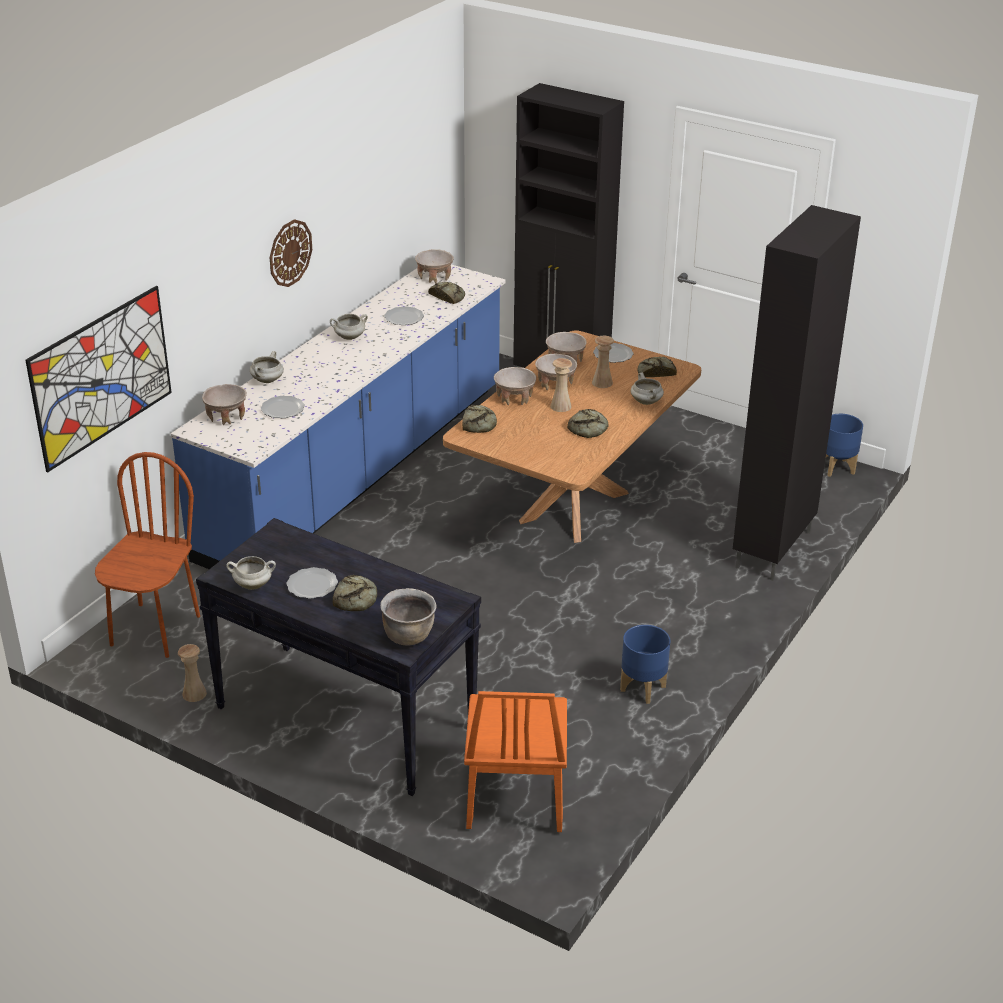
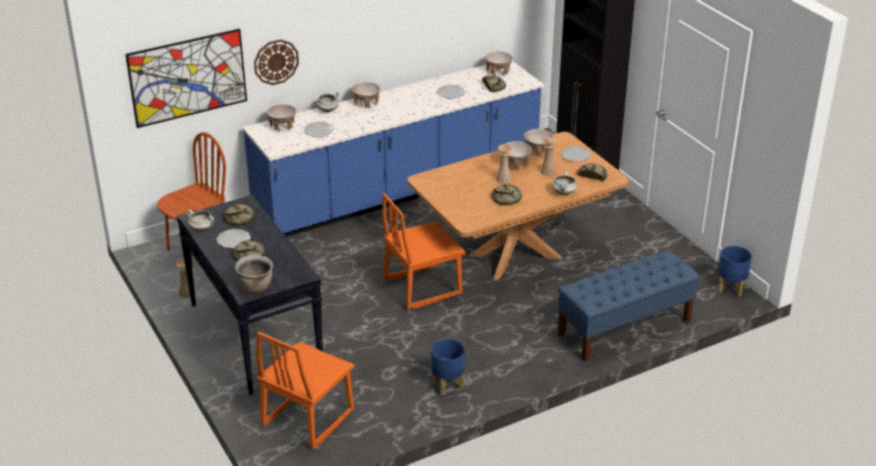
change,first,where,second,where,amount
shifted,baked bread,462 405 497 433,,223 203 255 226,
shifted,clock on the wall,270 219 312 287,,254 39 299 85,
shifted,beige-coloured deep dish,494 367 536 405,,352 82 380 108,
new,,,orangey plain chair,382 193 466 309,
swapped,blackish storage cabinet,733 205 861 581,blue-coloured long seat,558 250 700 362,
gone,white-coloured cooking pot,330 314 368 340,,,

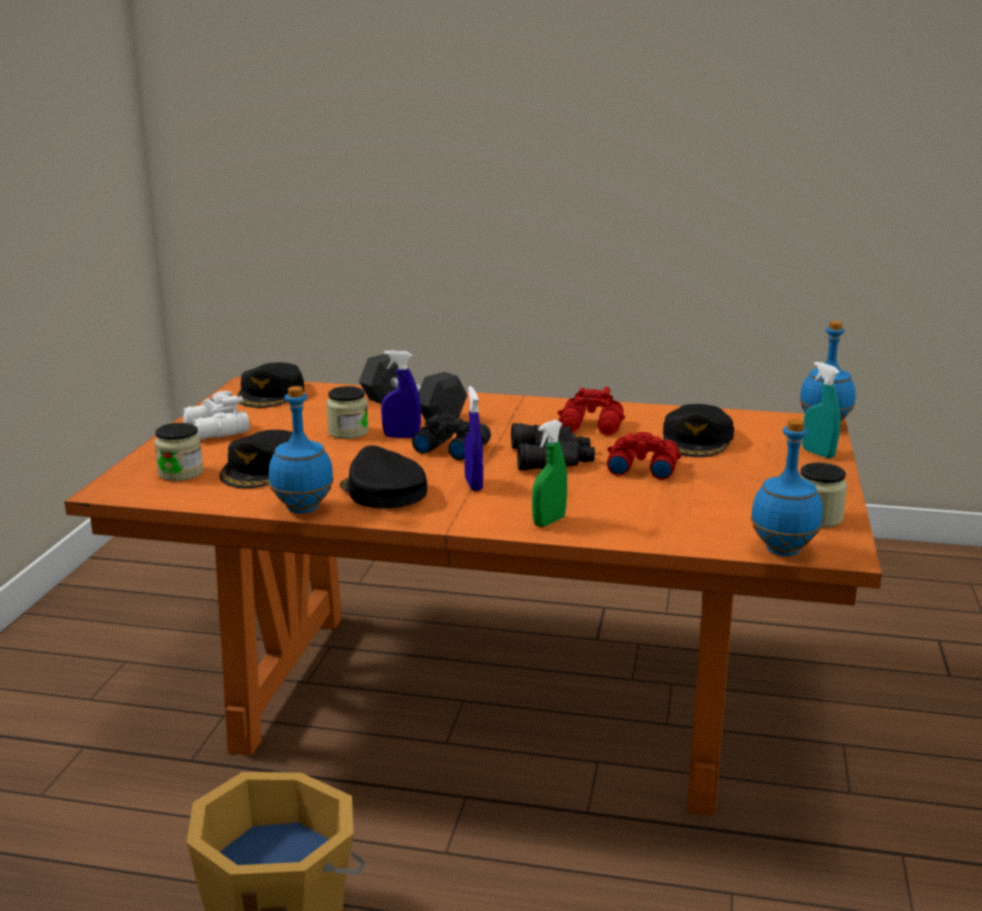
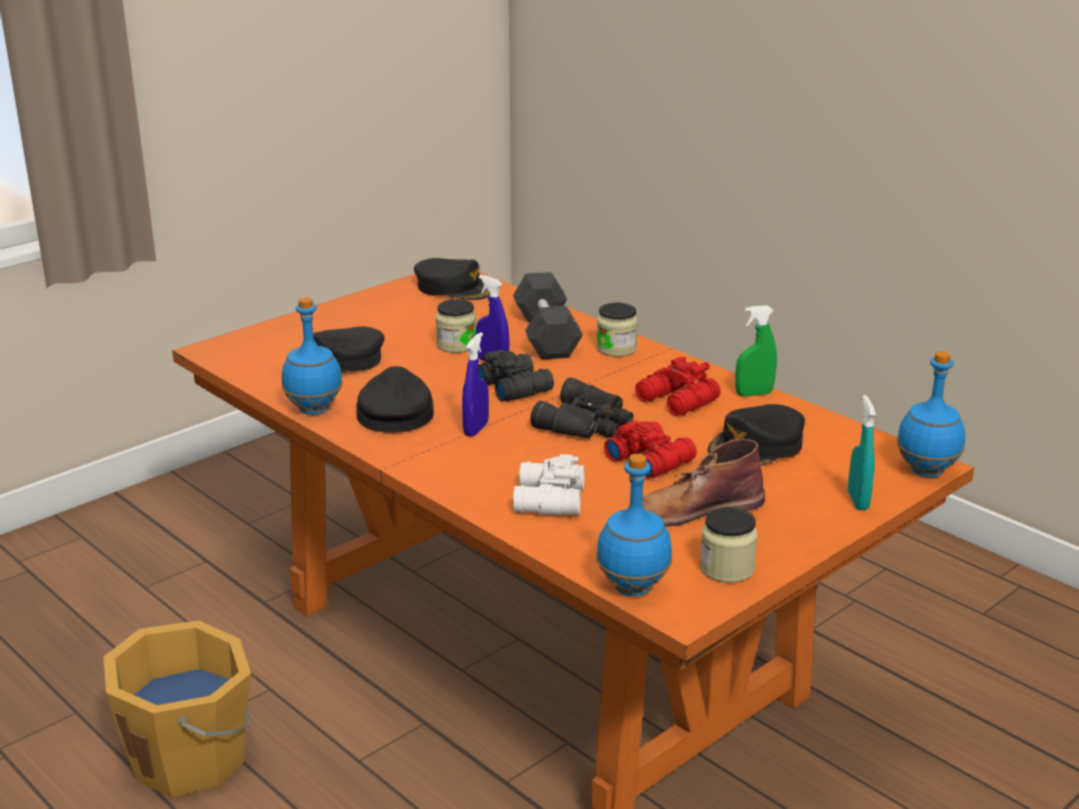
change,first,where,second,where,amount
rotated,blackish baseball cap,237 363 304 408,,414 258 490 300,105 degrees counterclockwise
shifted,white-coloured binoculars,182 391 250 440,,513 454 585 516,
shifted,preserve jar,154 423 203 481,,596 303 638 357,
new,,,brown tall boot,642 438 765 526,
shifted,green sprayer,532 420 567 527,,735 305 777 396,

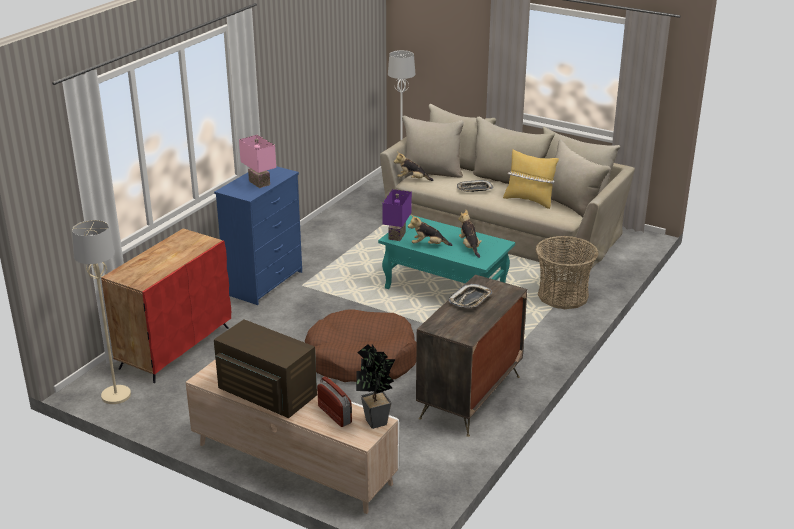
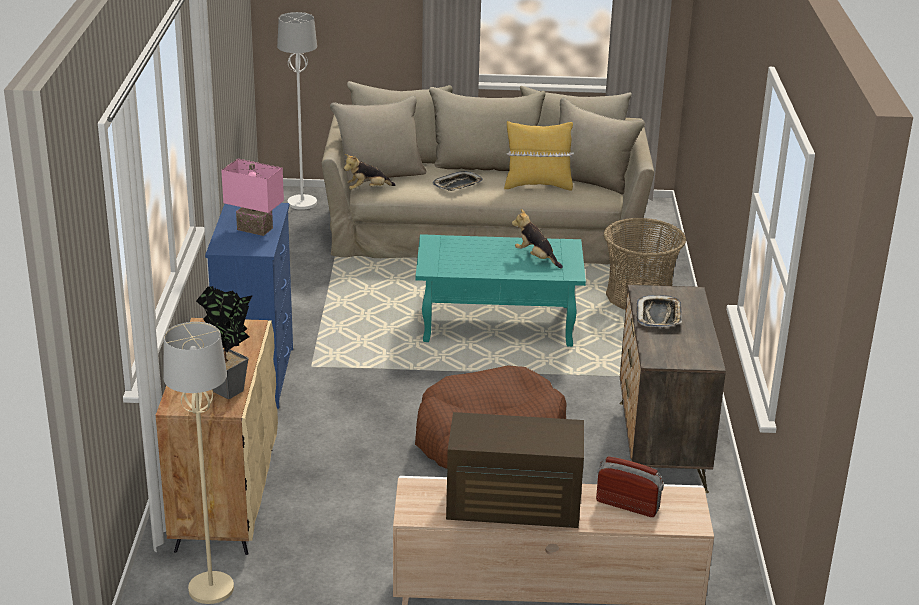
change,first,where,second,where,amount
repainted,reddish storage cabinet,101 229 231 383,beige-coloured storage cabinet,156 318 278 555,
shifted,houseplant,356 344 395 429,,196 286 253 399,
gone,purple-coloured lamp for a table,382 189 412 241,,,
gone,soft toy,408 215 453 246,,,

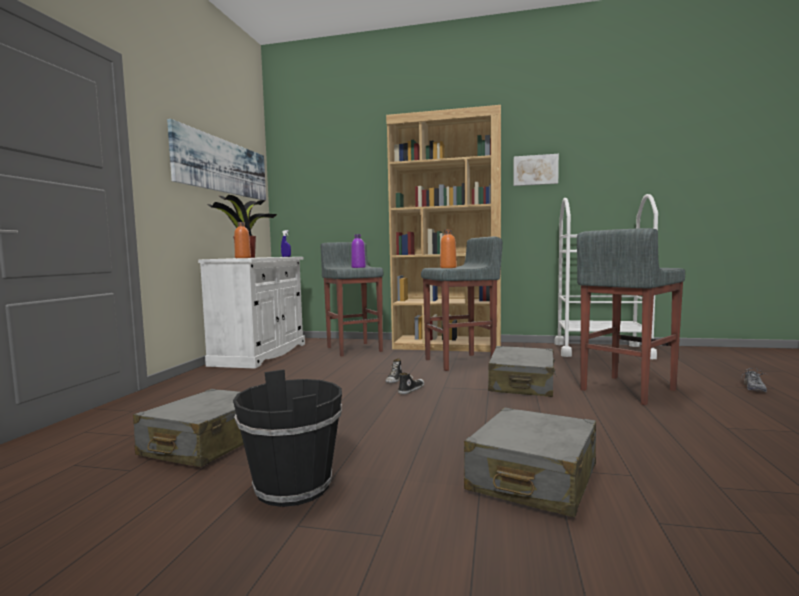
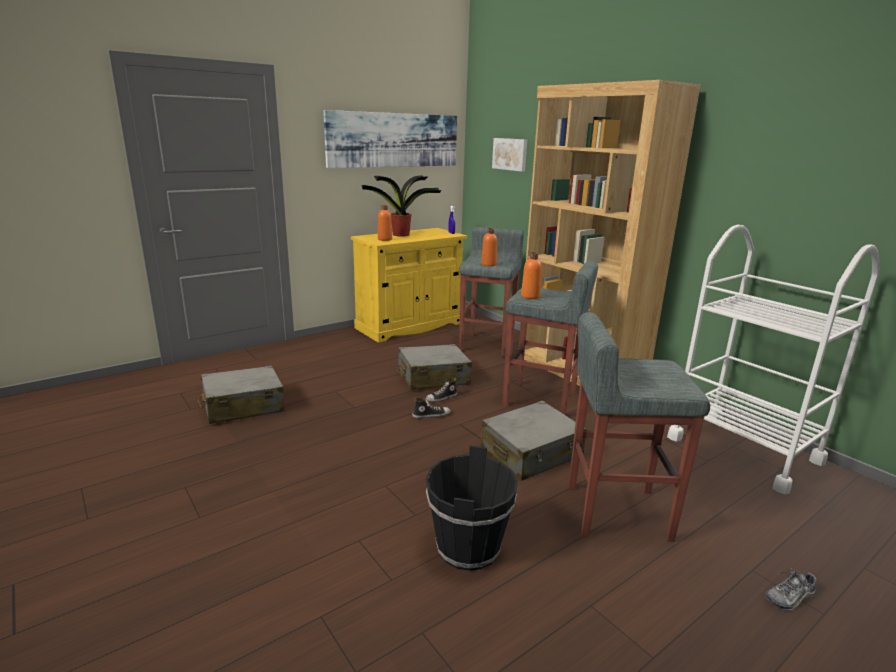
change,first,where,second,where,amount
repainted,white-coloured storage cabinet,198 257 305 369,yellow storage cabinet,351 228 467 343,
shifted,greyish suitcase,464 407 596 517,,397 344 472 390,
shifted,blackish pail,233 369 342 507,,426 445 518 571,
repainted,purple-coloured bottle,351 234 366 268,orangey bottle,481 228 497 266,
shifted,picture,514 154 559 186,,492 138 527 172,

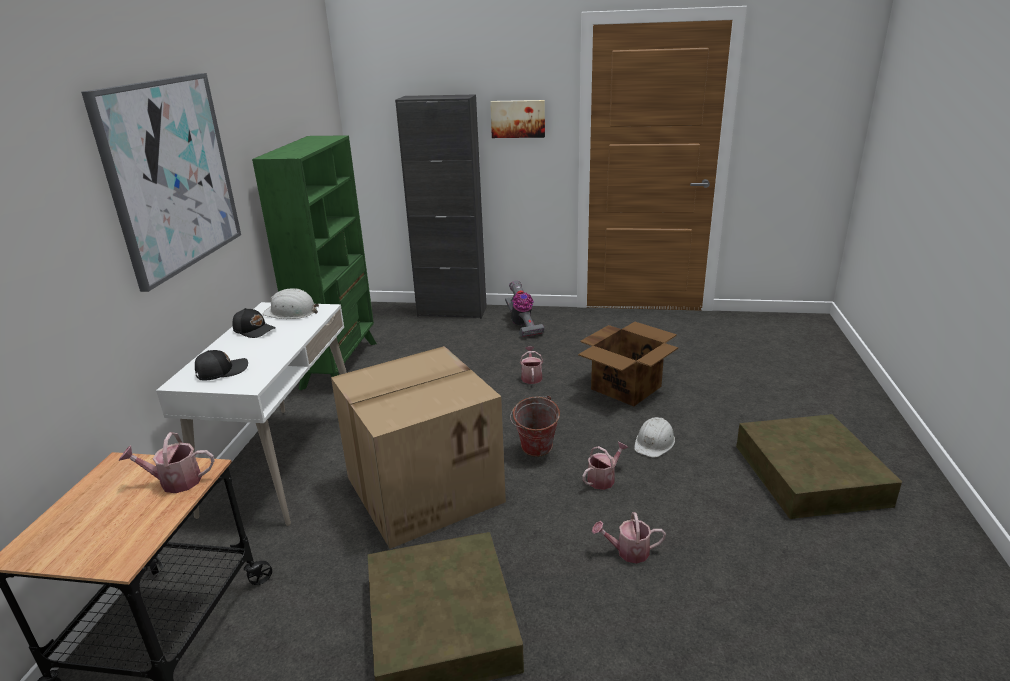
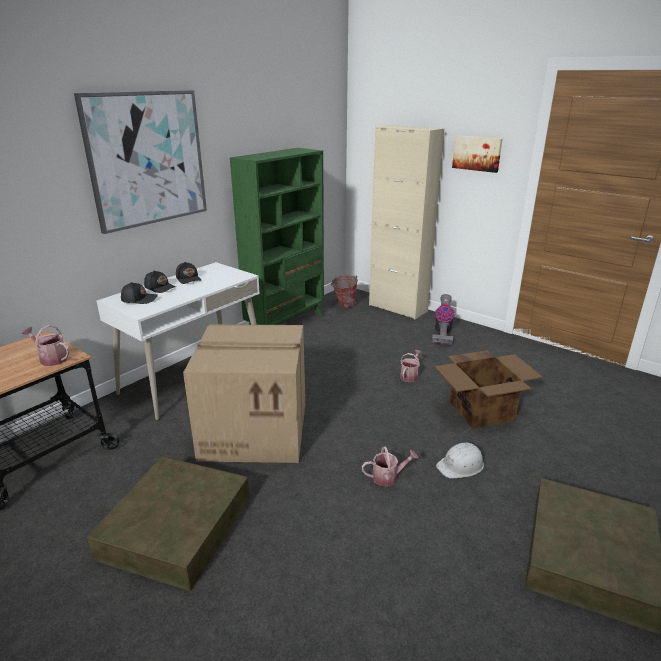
change,first,where,second,where,amount
new,,,blackish baseball cap,144 270 176 293,
shifted,pail,510 396 560 457,,331 275 358 308,
repainted,blackish storage cabinet,395 94 487 319,beige-coloured storage cabinet,369 125 444 319,
gone,white-coloured work helmet,263 288 319 319,,,
gone,sprinkling can,592 512 666 564,,,

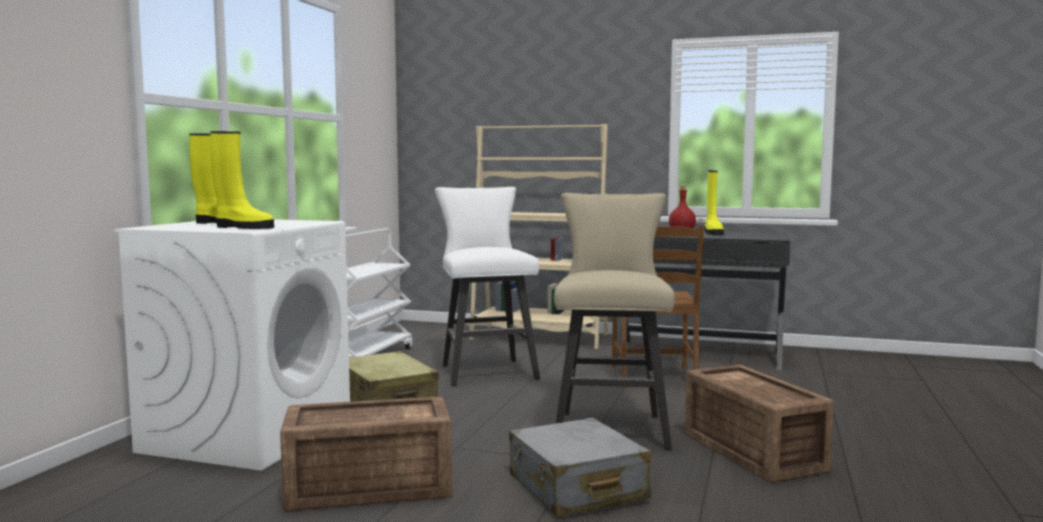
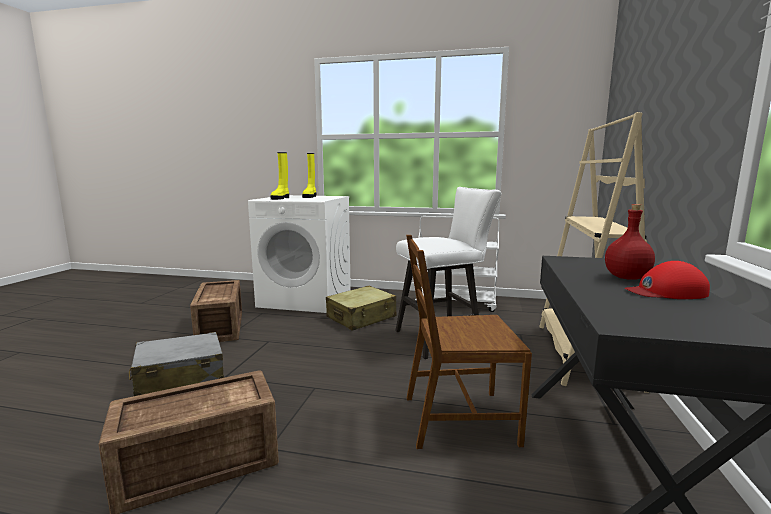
change,first,where,second,where,amount
swapped,yellow tall boot,705 170 724 235,reddish baseball cap,625 261 710 299,
gone,beige-coloured sitting stool,554 193 675 450,,,

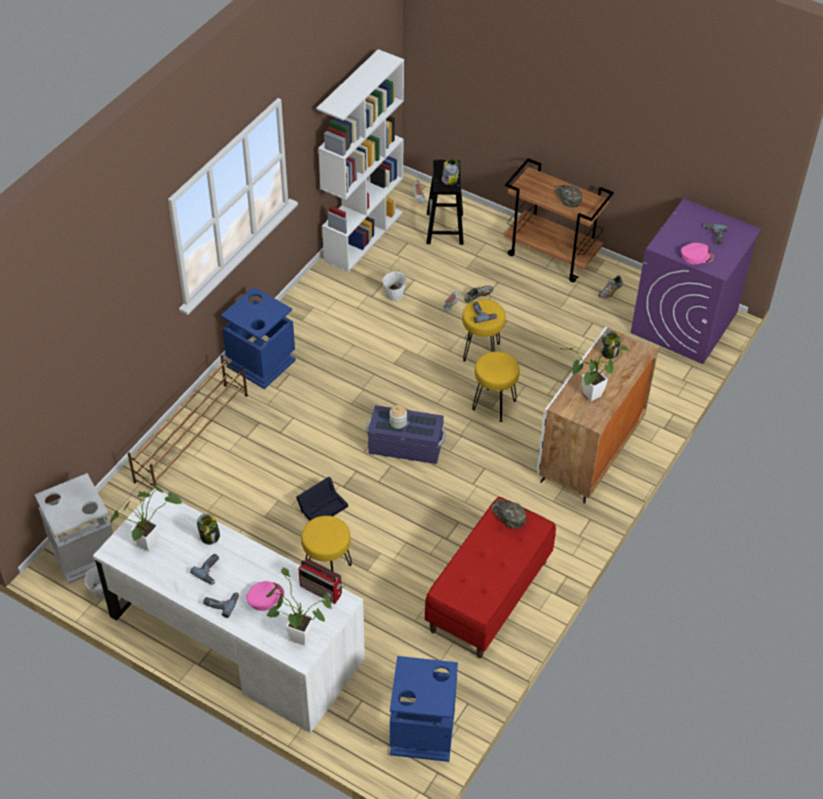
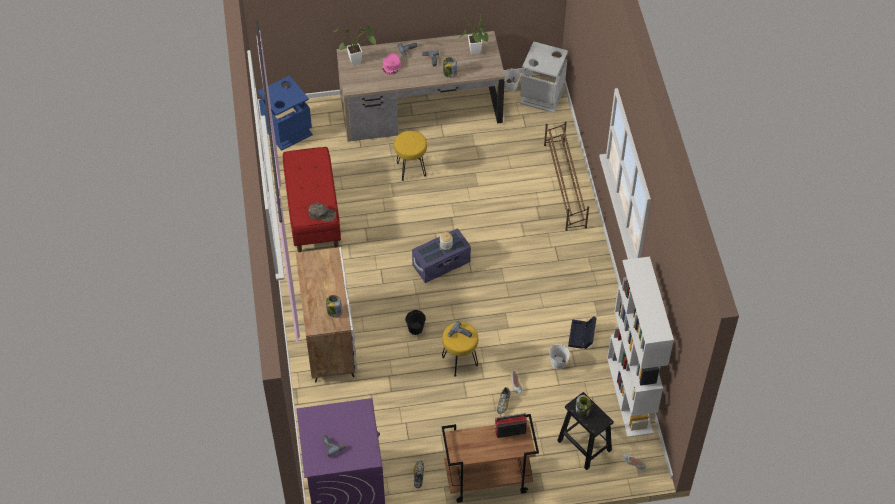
change,first,where,second,where,amount
repainted,white-coloured desk unit,93 488 365 733,brown desk unit,337 31 505 142,
swapped,yellow sitting stool,472 352 520 422,blackish pail,405 310 426 335,
shifted,radio,298 559 342 604,,494 413 527 438,
shifted,blackish storage bin,296 477 348 521,,568 316 596 349,
gone,blue-coloured waste bin,221 287 296 389,,,
gone,green baseball cap,556 185 582 207,,,
gone,houseplant,560 341 628 401,,,
gone,pink-coloured baseball cap,681 243 714 265,,,

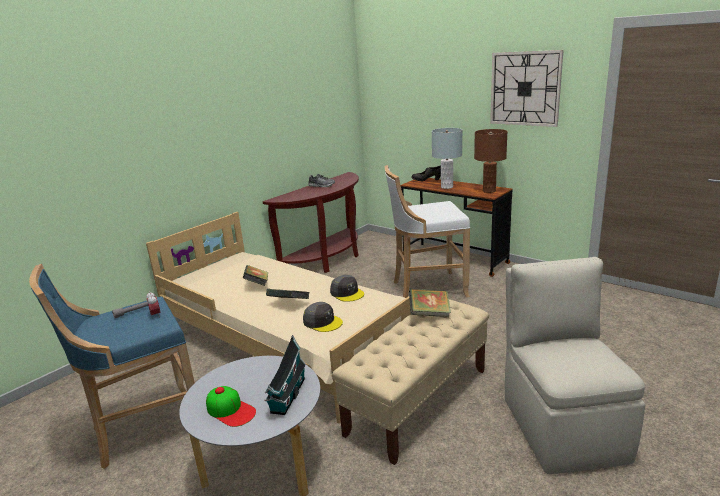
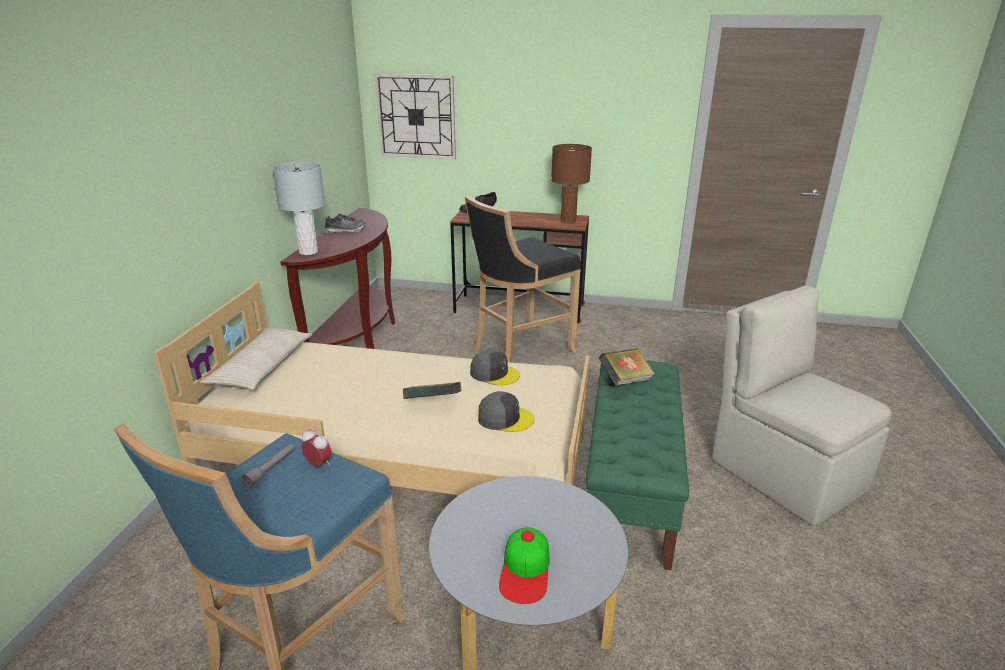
change,first,where,second,where,amount
new,,,beige-coloured cushion,200 328 312 390,
shifted,greyish lamp for a table,432 128 462 189,,272 162 325 255,
shifted,clock on the wall,490 50 564 127,,375 74 456 160,
repainted,white-coloured sitting stool,385 165 470 298,blackish sitting stool,465 196 581 362,
rotated,baseball cap,206 386 256 427,,499 527 550 604,90 degrees clockwise
repainted,beige-coloured long seat,332 299 489 465,green long seat,586 361 689 571,
gone,book,243 265 268 286,,,
gone,miniature house,265 335 306 415,,,

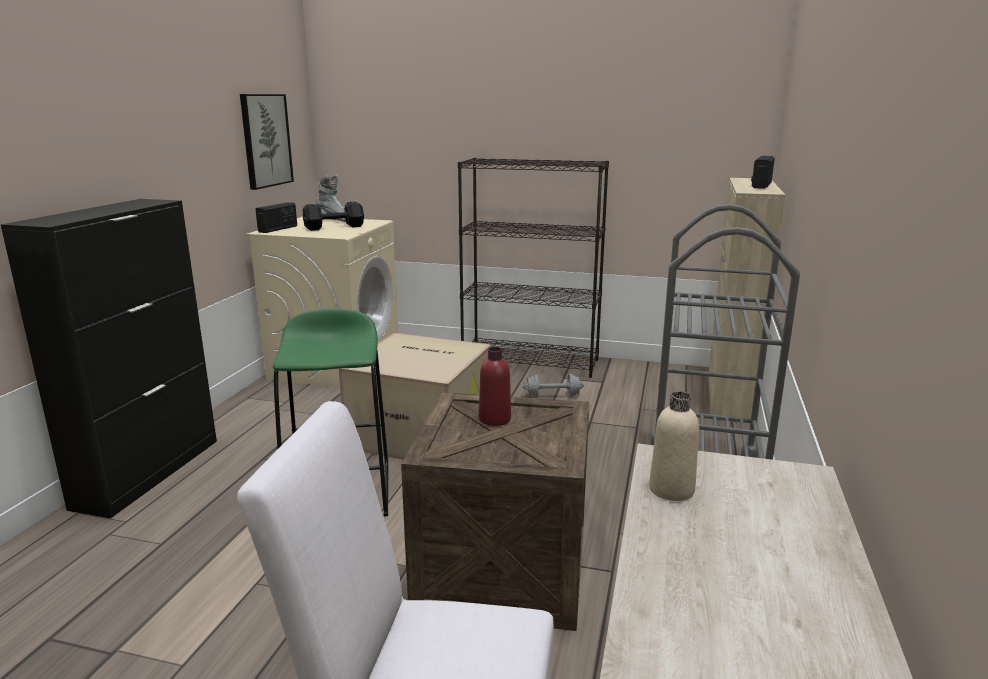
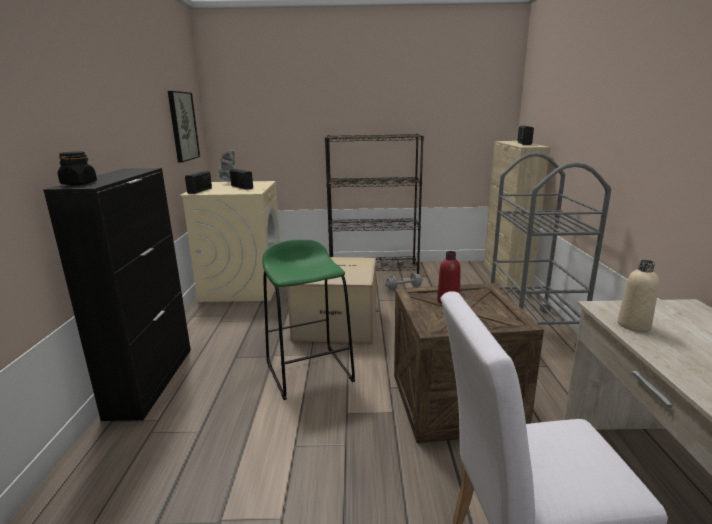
change,first,where,second,where,amount
new,,,blackish preserve jar,58 151 97 185,
swapped,blackish dumbbell,303 202 364 231,radio,230 169 253 190,

